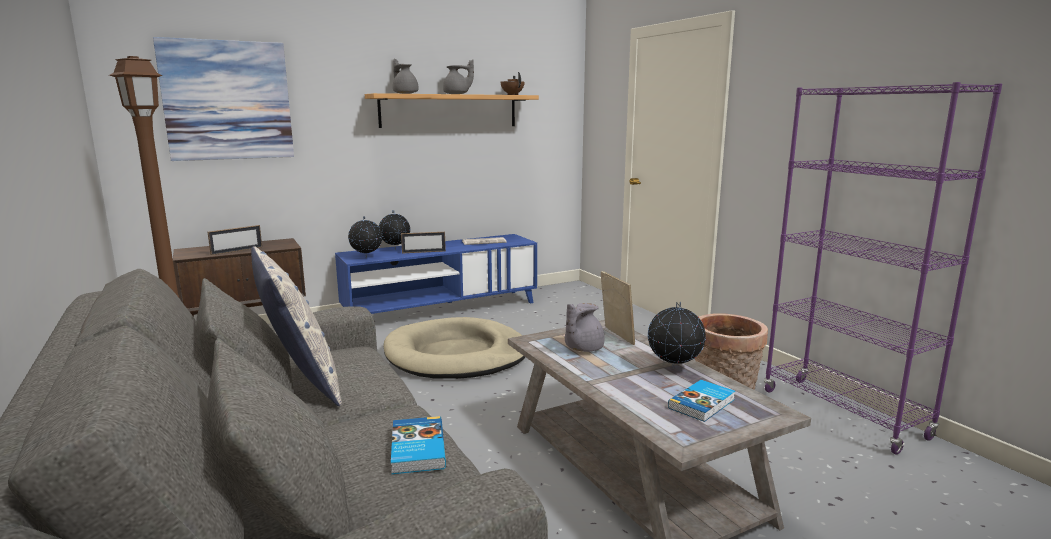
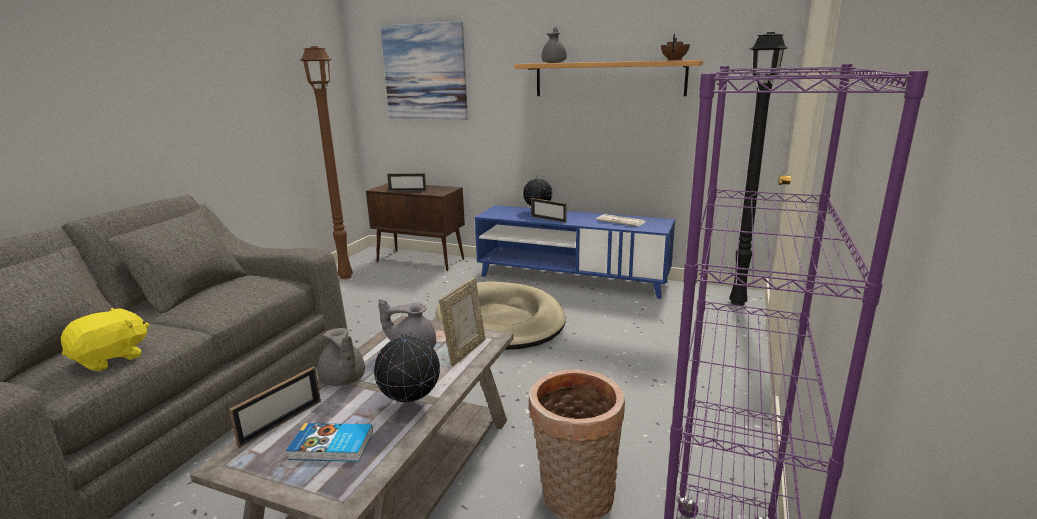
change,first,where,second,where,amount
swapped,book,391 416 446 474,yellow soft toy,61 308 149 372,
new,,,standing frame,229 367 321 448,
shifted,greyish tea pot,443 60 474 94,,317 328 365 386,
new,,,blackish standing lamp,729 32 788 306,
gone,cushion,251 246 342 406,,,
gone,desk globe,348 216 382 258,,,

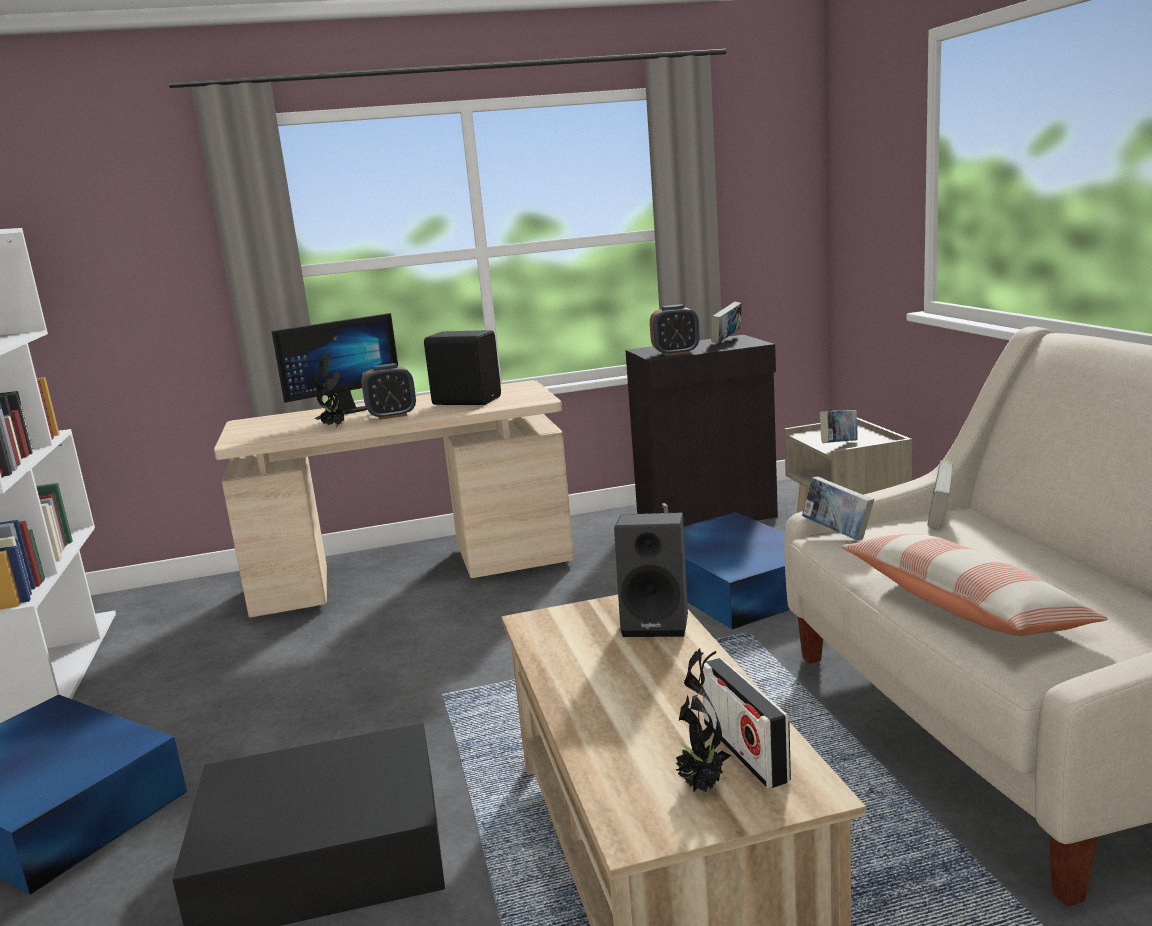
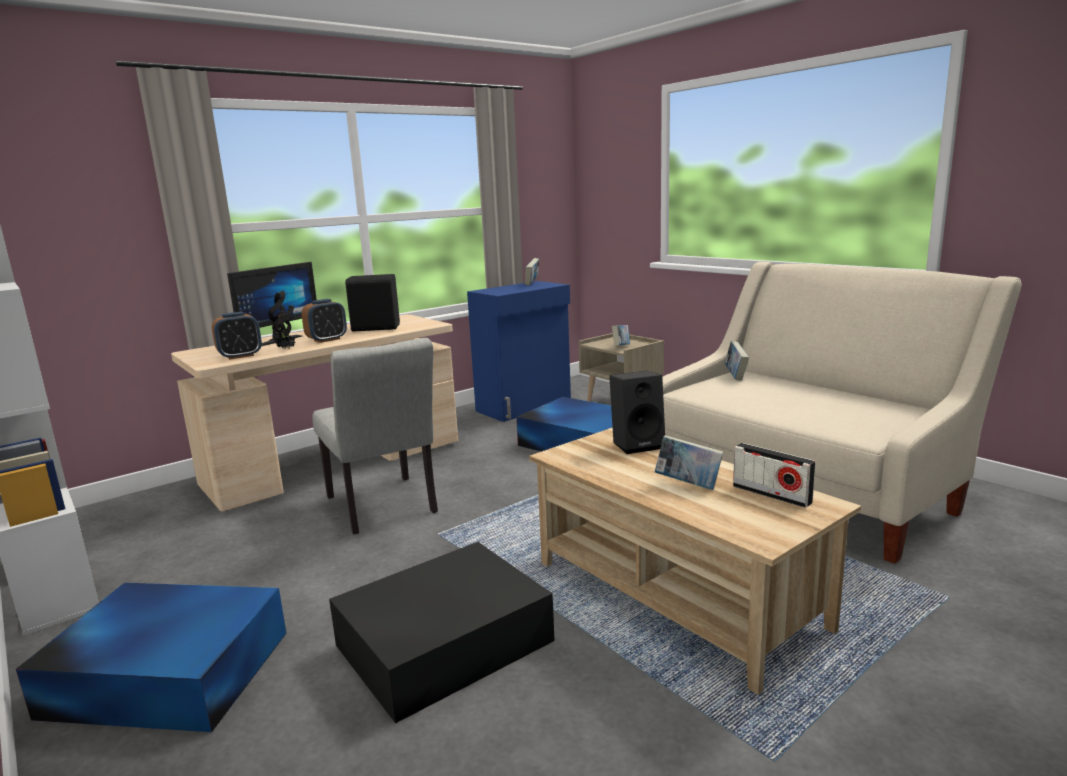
change,first,where,second,where,amount
shifted,alarm clock,650 304 699 356,,212 312 262 360,
new,,,greyish plain chair,312 338 438 534,
repainted,blackish storage cabinet,625 335 778 526,blue-coloured storage cabinet,467 281 571 422,
shifted,book,802 477 874 540,,655 435 723 490,
gone,houseplant,676 648 731 792,,,
gone,cushion,841 534 1108 636,,,

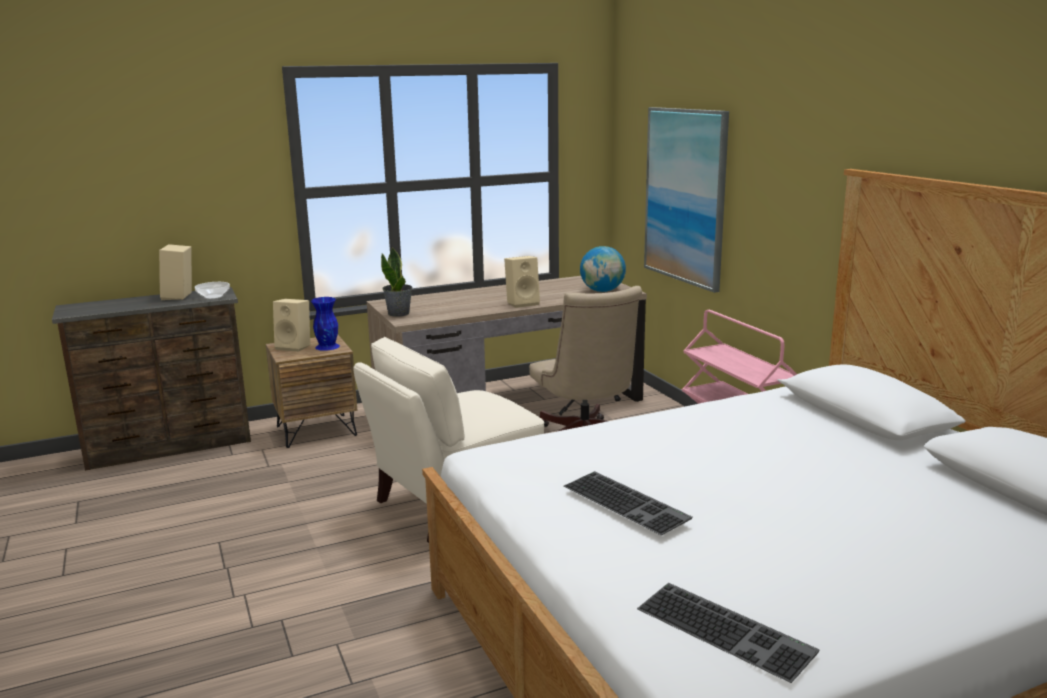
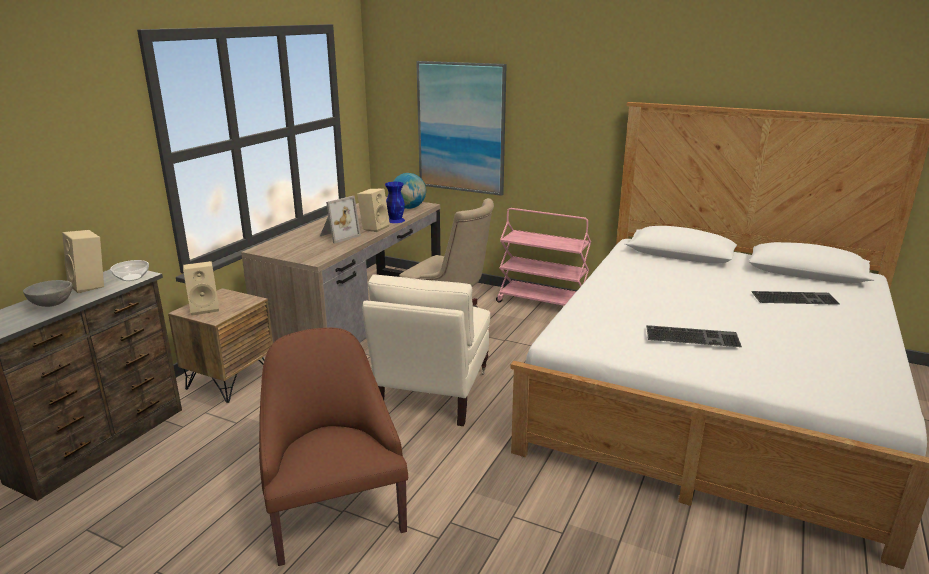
change,first,where,second,where,amount
new,,,greyish deep dish,23 280 73 307,
new,,,brown armchair,259 328 408 566,
new,,,standing frame,320 196 361 244,
shifted,blue-coloured decorative vase,311 297 340 351,,385 182 405 223,
shifted,computer keyboard,637 583 819 683,,751 291 840 305,
gone,houseplant,381 247 412 316,,,

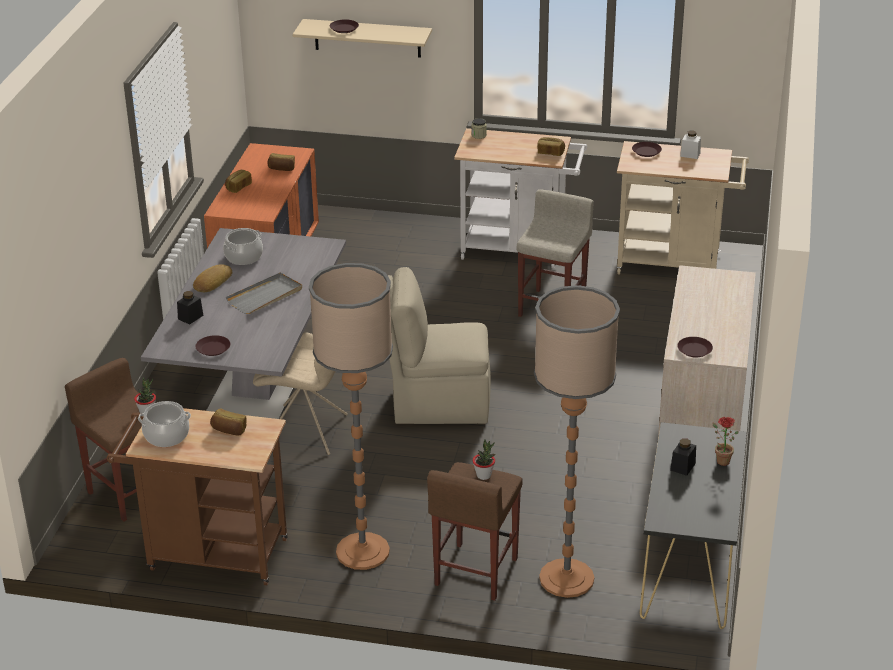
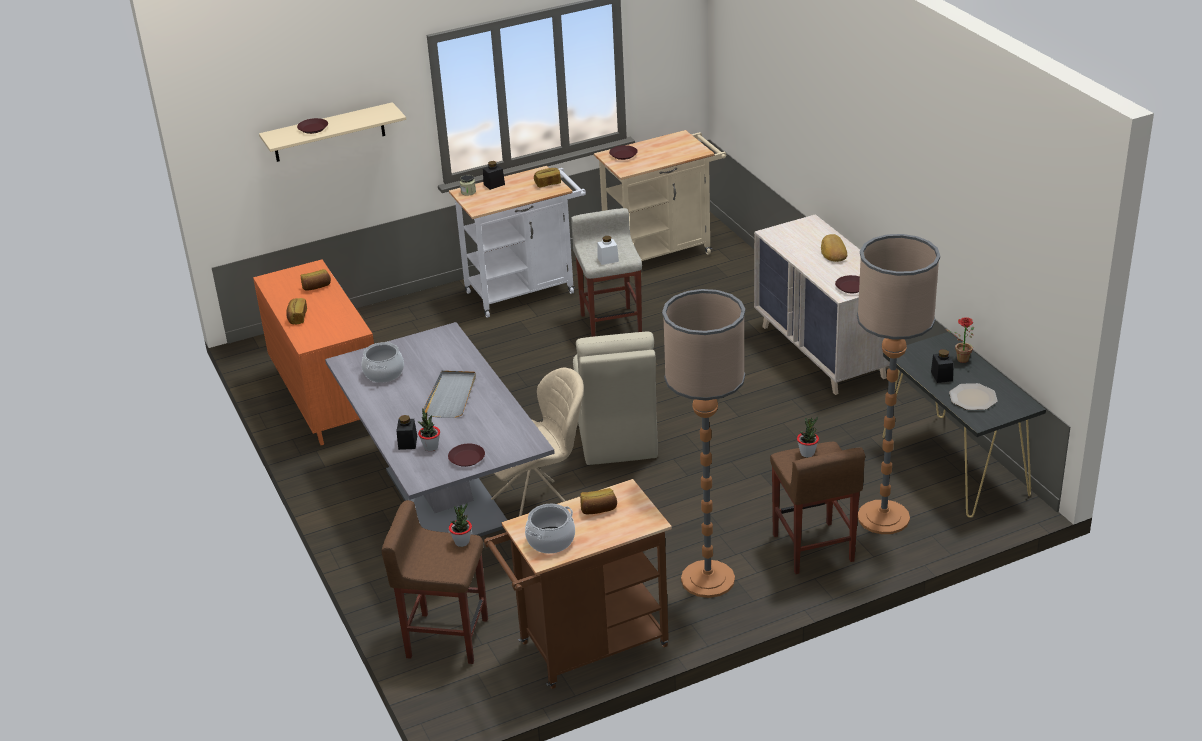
change,first,where,second,where,amount
new,,,houseplant,418 408 440 452,
new,,,blackish preserve jar,483 161 505 190,
rotated,beige-coloured plain chair,388 267 491 424,,573 332 658 465,60 degrees counterclockwise
shifted,white-coloured preserve jar,680 131 701 159,,597 236 619 265,
shifted,baked bread,193 264 232 292,,821 234 847 262,
new,,,plate,949 383 998 410,

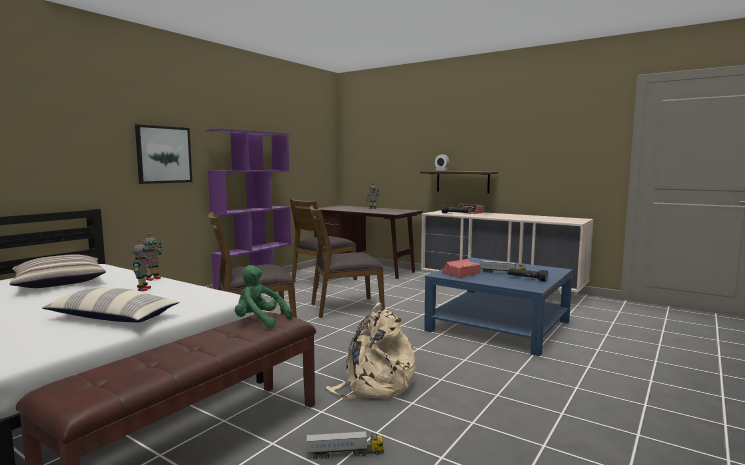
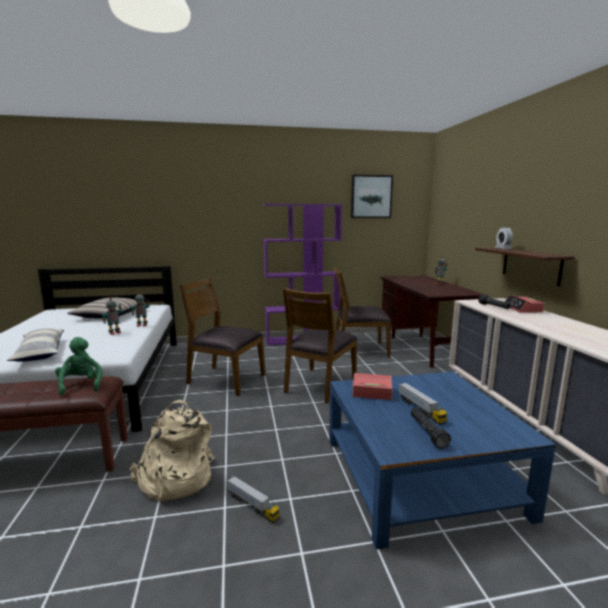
change,first,where,second,where,amount
shifted,model truck,306 431 384 459,,227 476 280 523,
rotated,brown plain chair,310 205 385 318,,283 288 358 404,90 degrees counterclockwise
shifted,picture,135 124 192 184,,351 175 393 218,

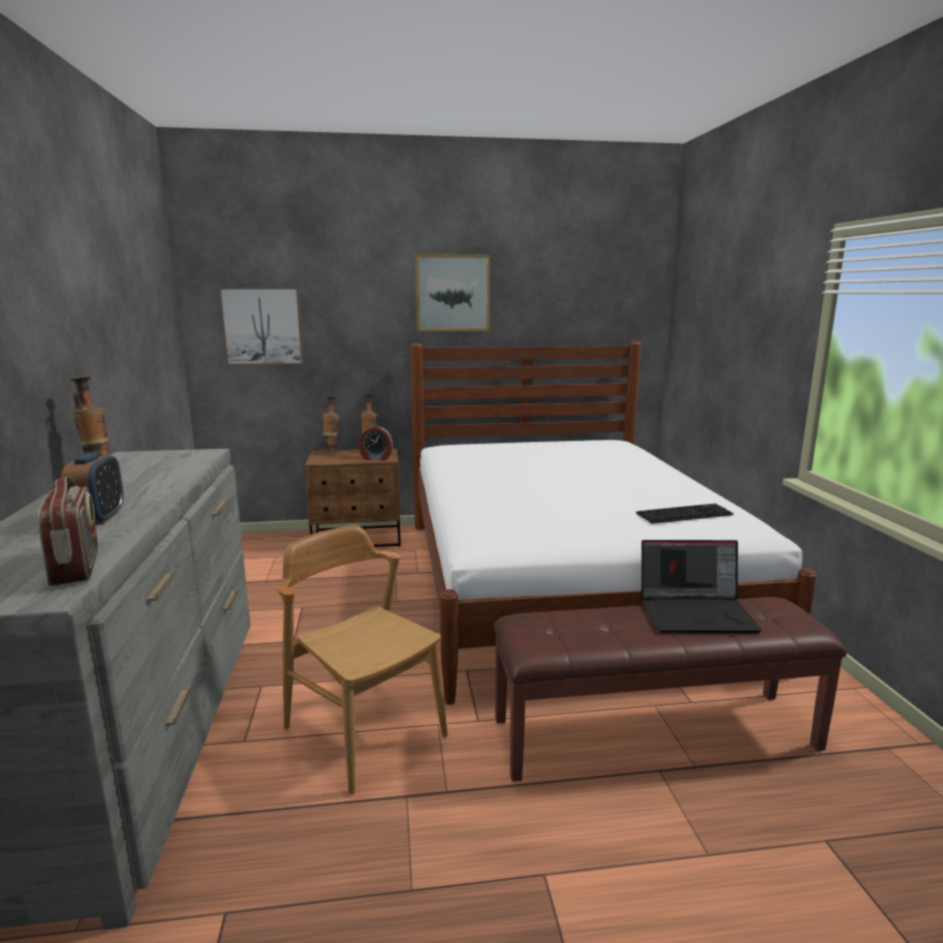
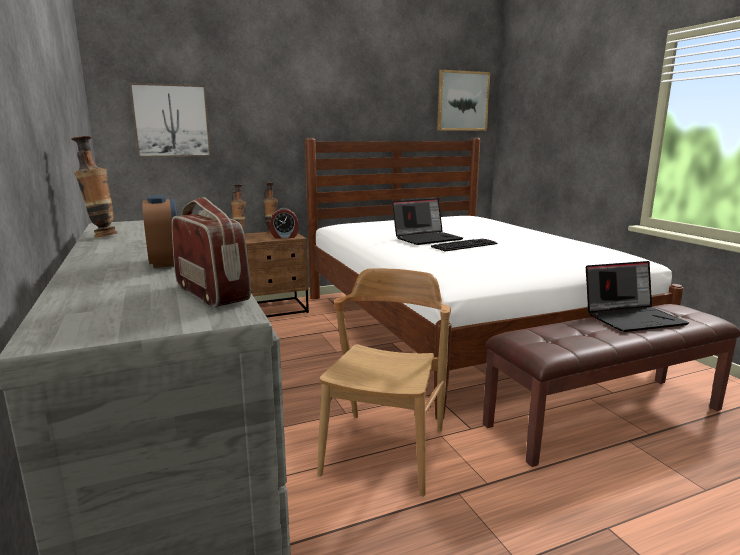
change,first,where,second,where,amount
rotated,brown plain chair,278 525 447 795,,317 268 451 497,75 degrees clockwise
new,,,notebook computer,392 198 463 245,
shifted,computer keyboard,636 504 734 524,,431 239 497 251,
shifted,picture,415 254 490 331,,437 70 490 131,

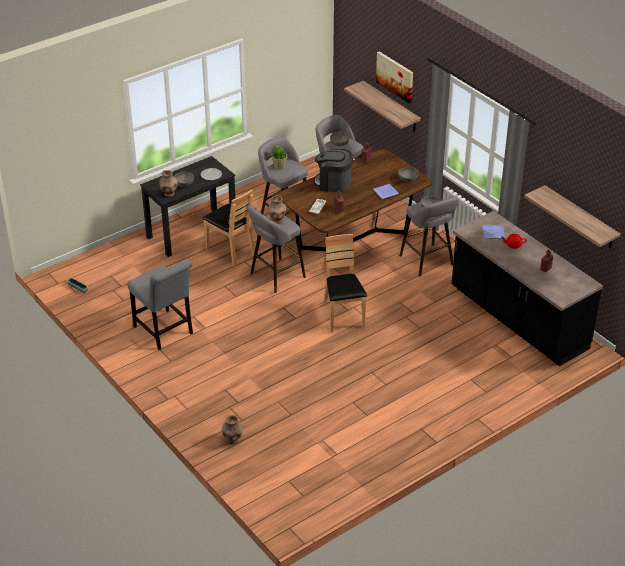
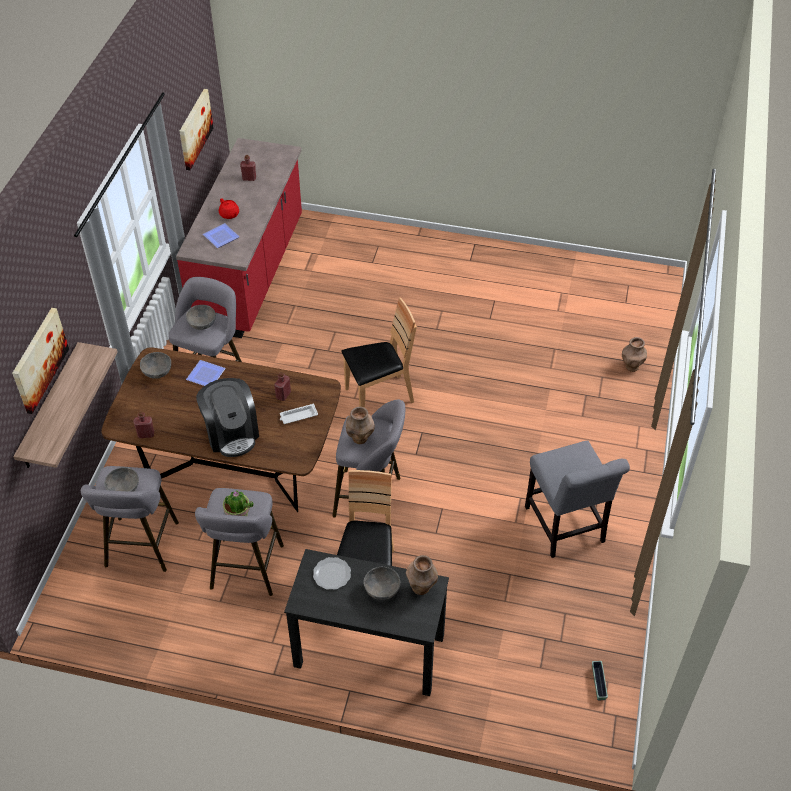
change,first,where,second,where,amount
repainted,blackish counter,452 211 603 366,reddish counter,176 138 302 338,
swapped,wall shelf,524 185 621 248,picture,179 89 214 170,
rotated,brown plain chair,324 234 367 333,,341 298 417 408,150 degrees counterclockwise
rotated,greyish plain chair,127 259 193 350,,525 440 630 558,150 degrees clockwise

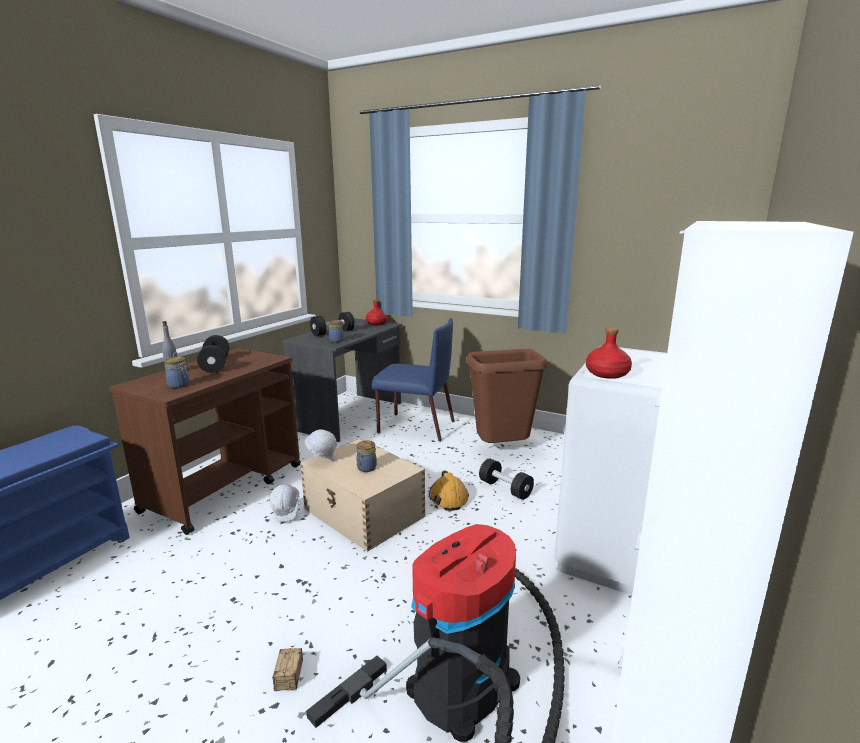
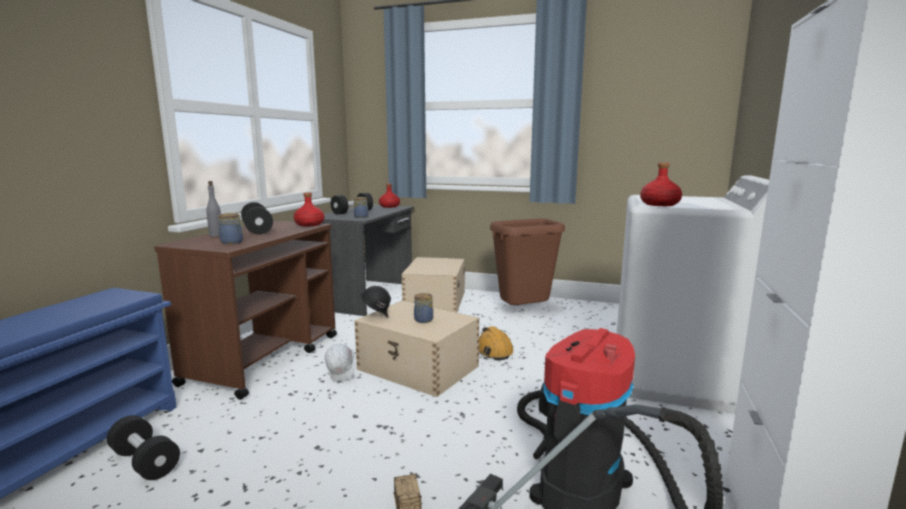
change,first,where,second,where,amount
shifted,blackish dumbbell,479 458 534 500,,107 415 180 480,
new,,,reddish bottle,294 193 325 226,
repainted,white-coloured work helmet,305 429 337 461,blackish work helmet,360 286 391 317,
swapped,blue-coloured plain chair,372 318 455 442,beige-coloured storage bin,402 257 466 313,

